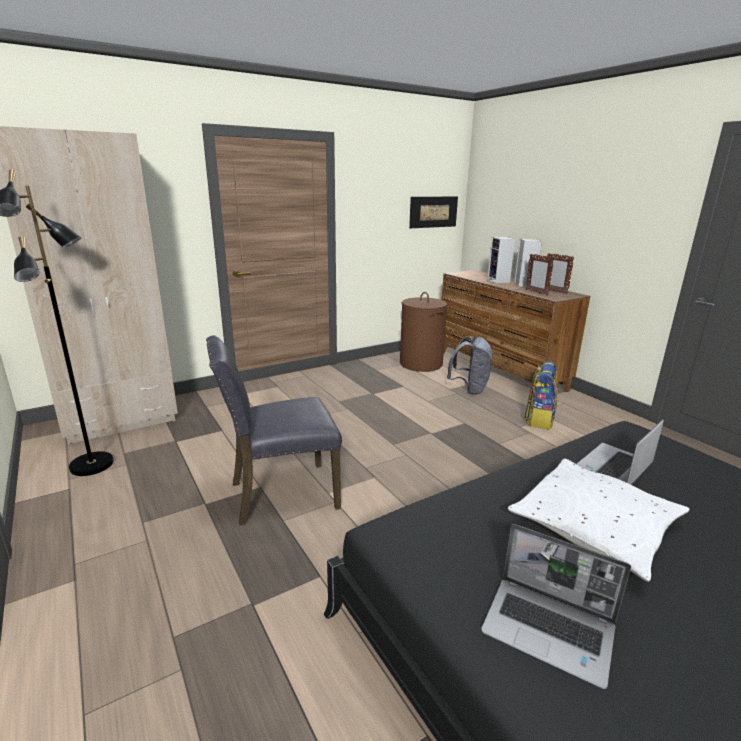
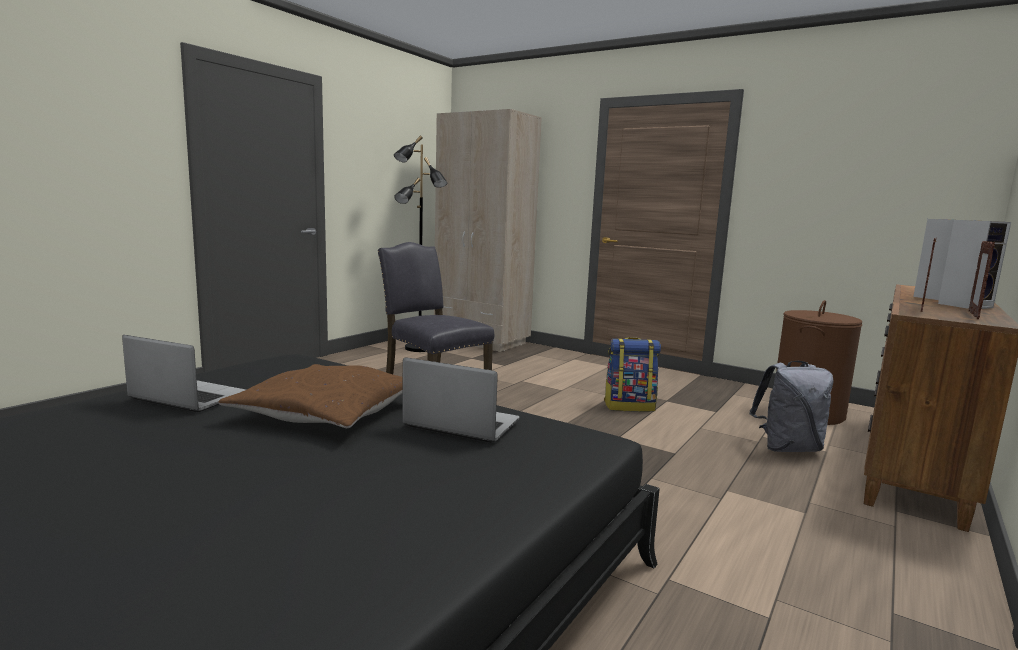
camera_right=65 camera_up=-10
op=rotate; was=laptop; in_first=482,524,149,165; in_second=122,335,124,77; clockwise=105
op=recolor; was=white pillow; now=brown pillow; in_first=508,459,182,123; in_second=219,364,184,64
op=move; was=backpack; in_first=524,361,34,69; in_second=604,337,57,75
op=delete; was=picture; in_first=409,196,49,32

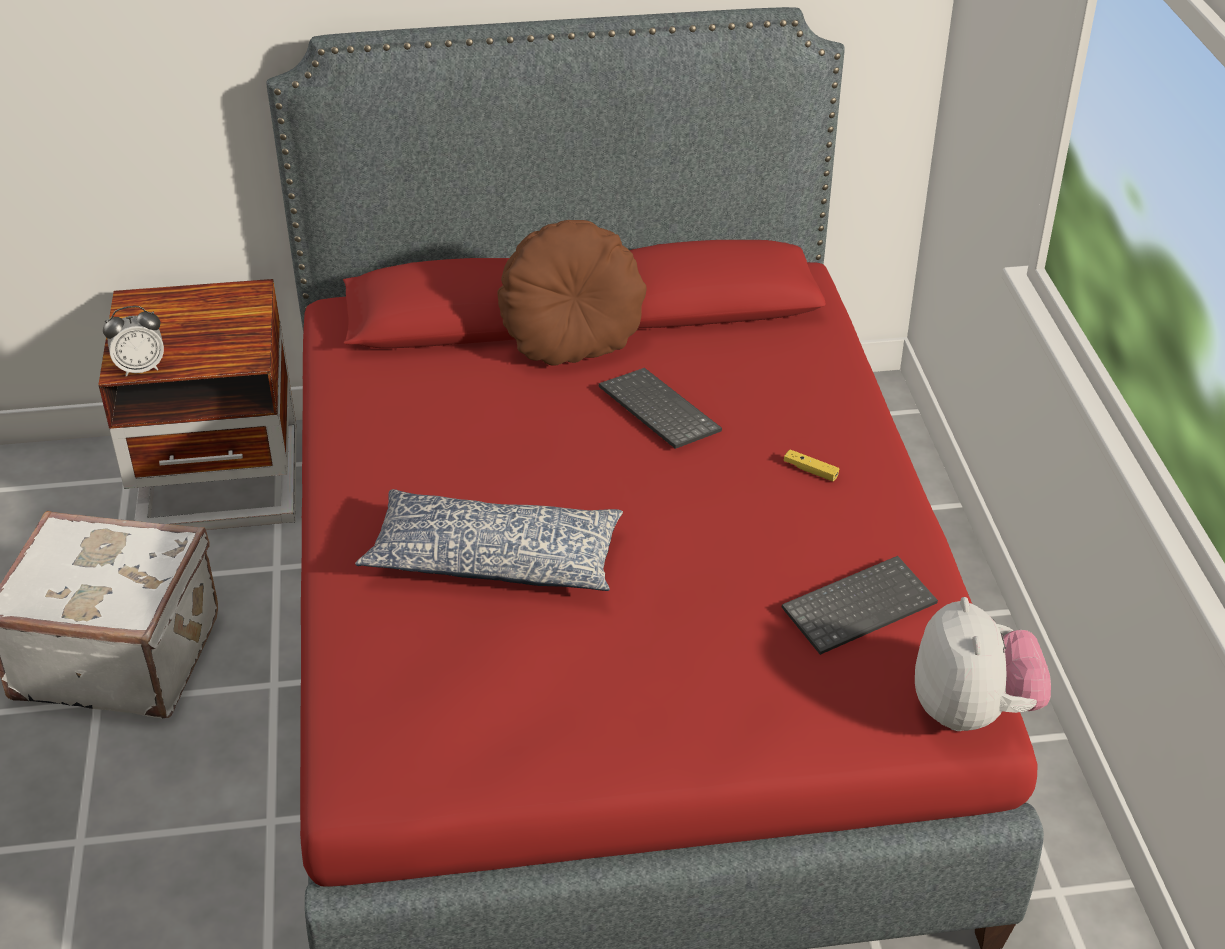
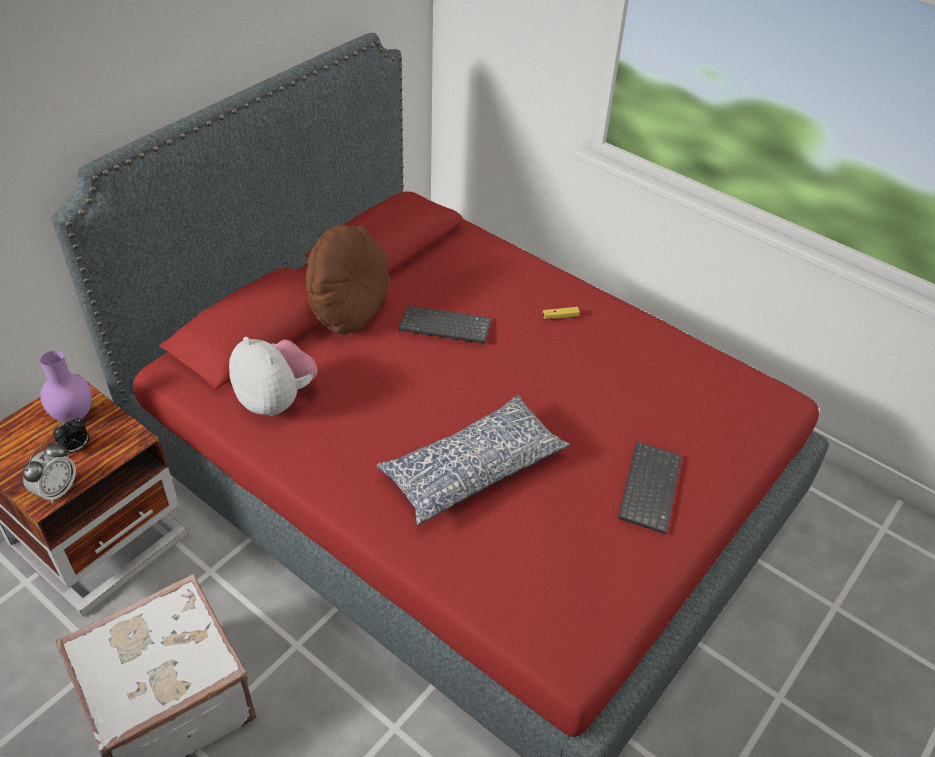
camera_right=-45 camera_up=5
op=insert; now=purple vase; in_second=40,350,52,73
op=insert; now=alarm clock; in_second=53,418,36,37
op=move; was=plush toy; in_first=915,597,136,134; in_second=229,337,89,79
op=move; was=keyboard; in_first=782,556,156,99; in_second=618,441,64,93

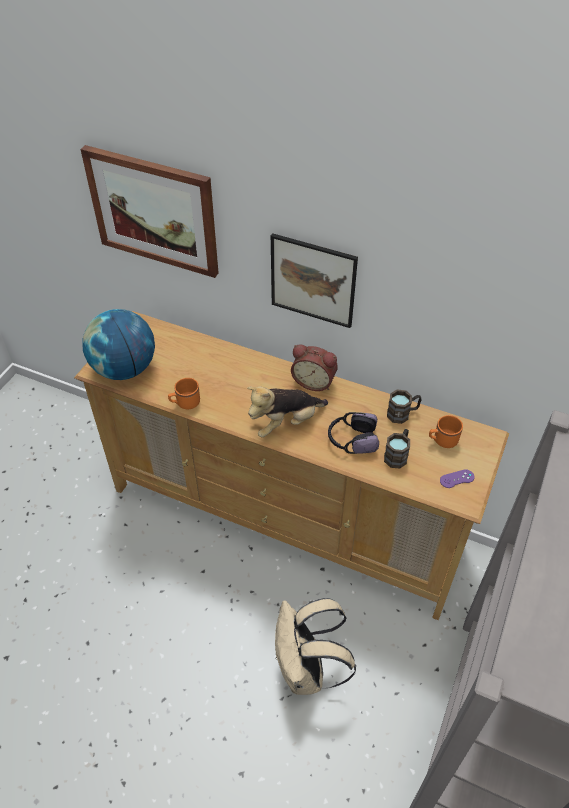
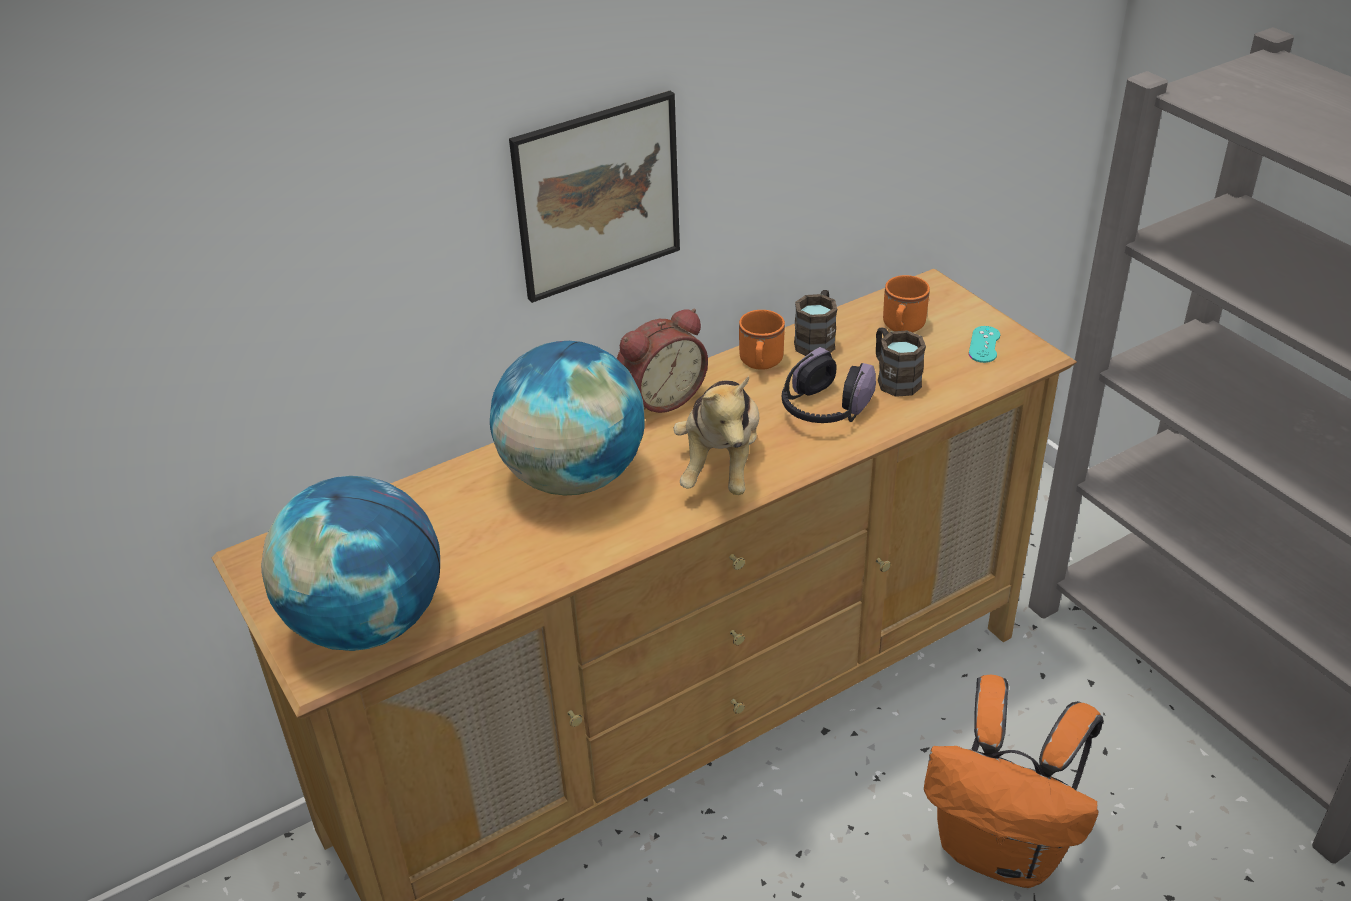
camera_right=-55 camera_up=-10
op=insert; now=globe; in_second=490,341,155,154
op=move; was=orange mug; in_first=168,378,32,31; in_second=739,310,46,60
op=recolor; was=beige backpack; now=orange backpack; in_first=275,598,81,97; in_second=924,675,180,213
op=recolor; was=purple game controller; now=turquoise game controller; in_first=440,469,34,19; in_second=969,326,31,37
op=delete; was=picture; in_first=81,145,138,133

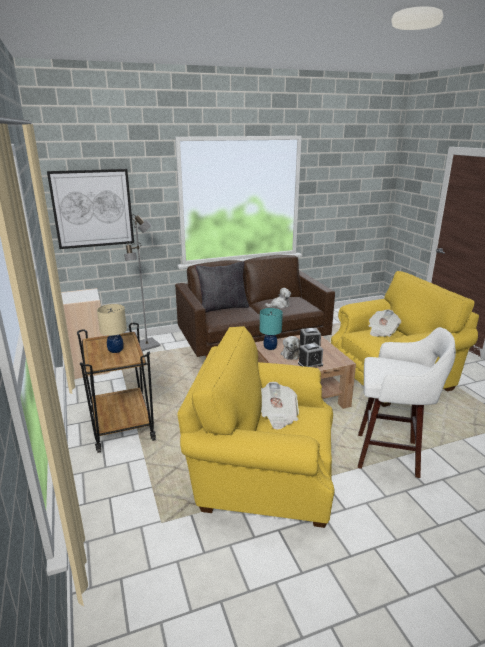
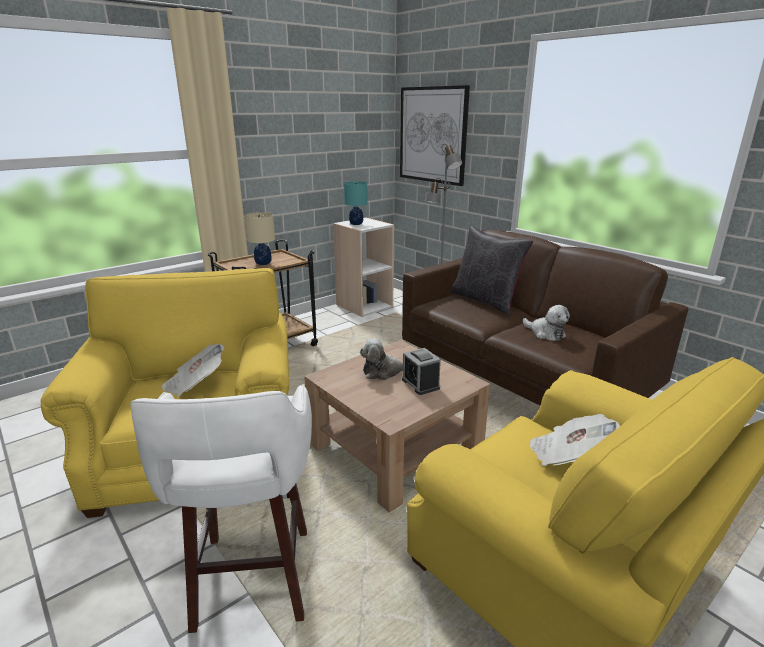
camera_right=70 camera_up=0
op=move; was=turquoise table lamp; in_first=260,308,23,42; in_second=344,181,23,44
op=delete; was=alarm clock; in_first=298,343,25,24

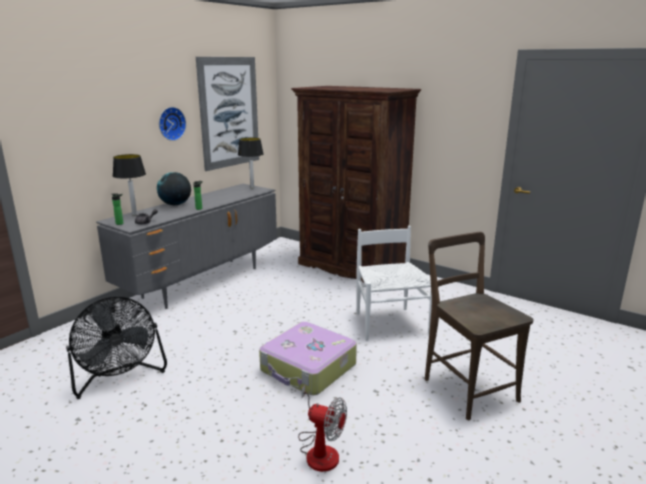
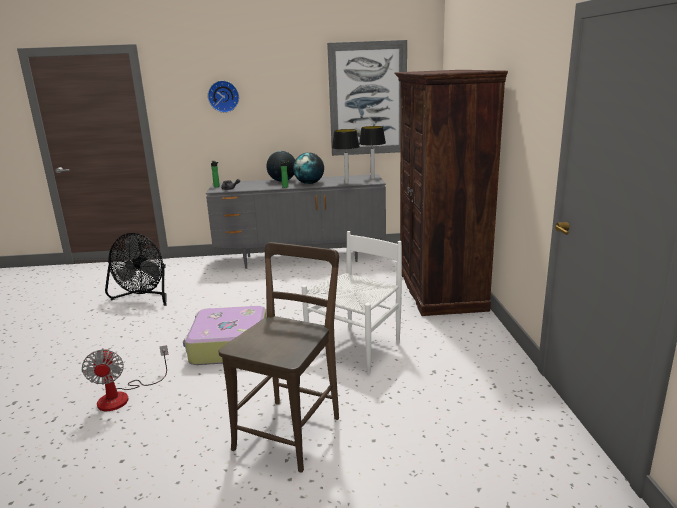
camera_right=50 camera_up=0
op=move; was=wall clock; in_first=159,107,27,34; in_second=208,80,31,33
op=insert; now=globe; in_second=293,152,31,32
op=move; was=table lamp; in_first=113,154,33,62; in_second=332,129,28,55

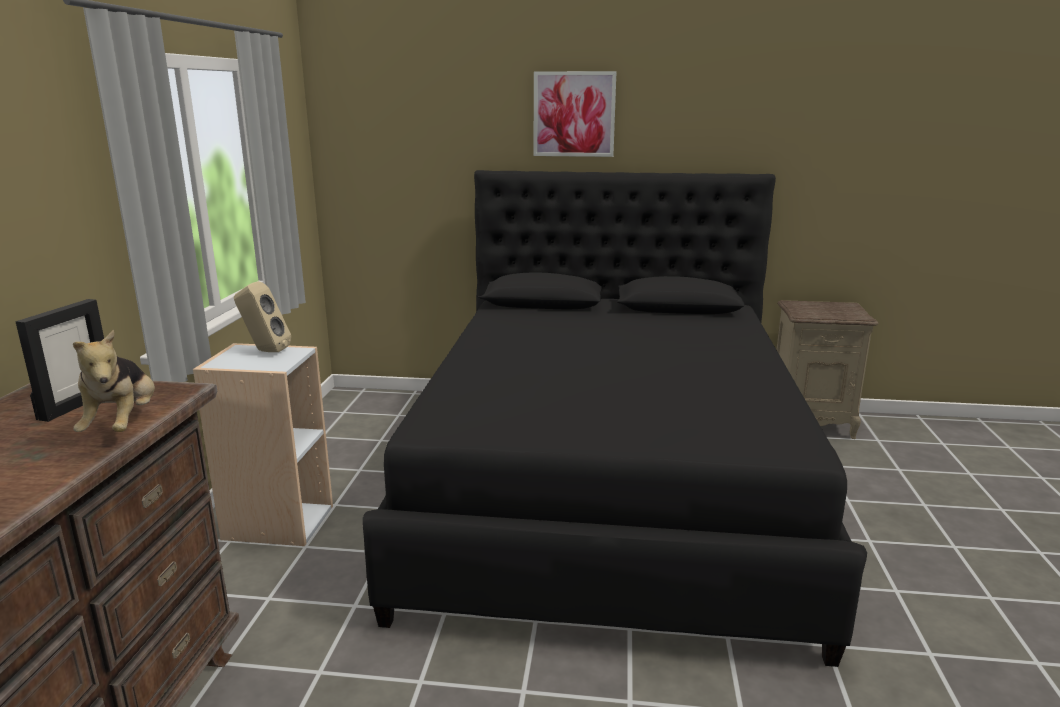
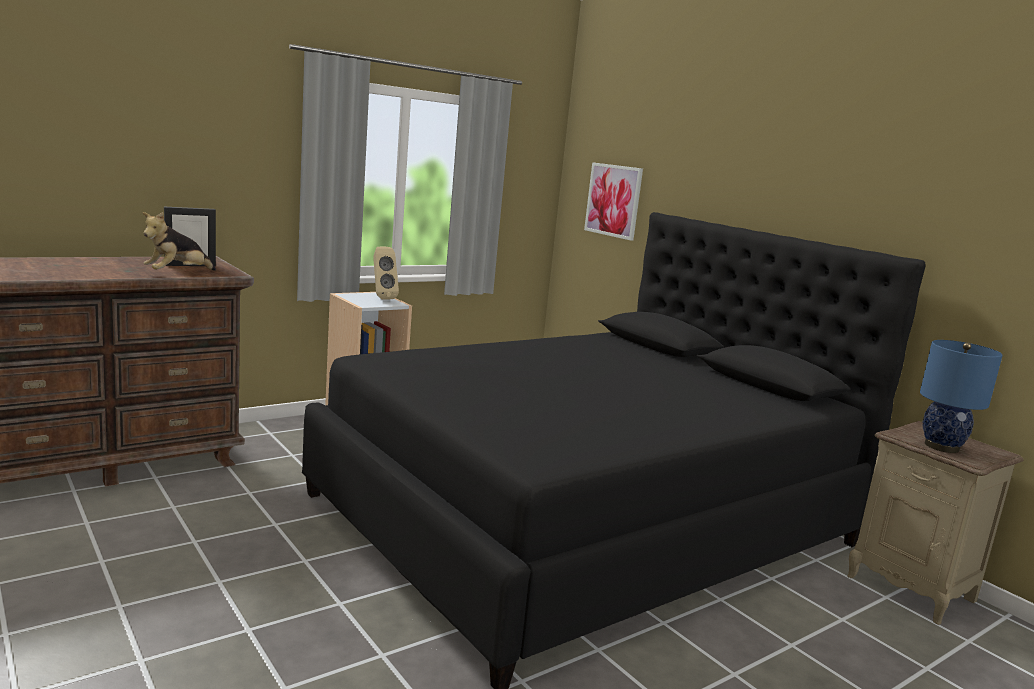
camera_right=45 camera_up=-5
op=move; was=picture; in_first=534,71,83,86; in_second=584,162,59,79
op=insert; now=blue table lamp; in_second=920,340,83,113

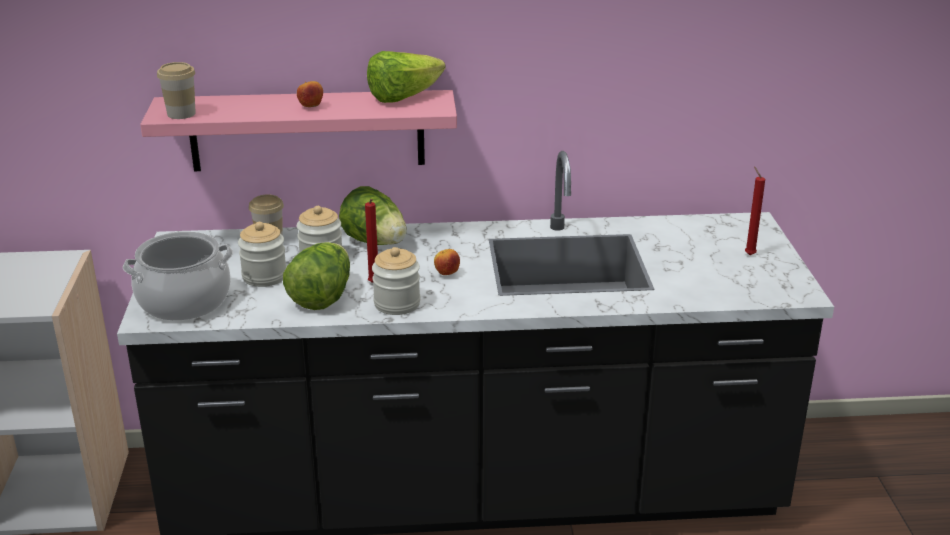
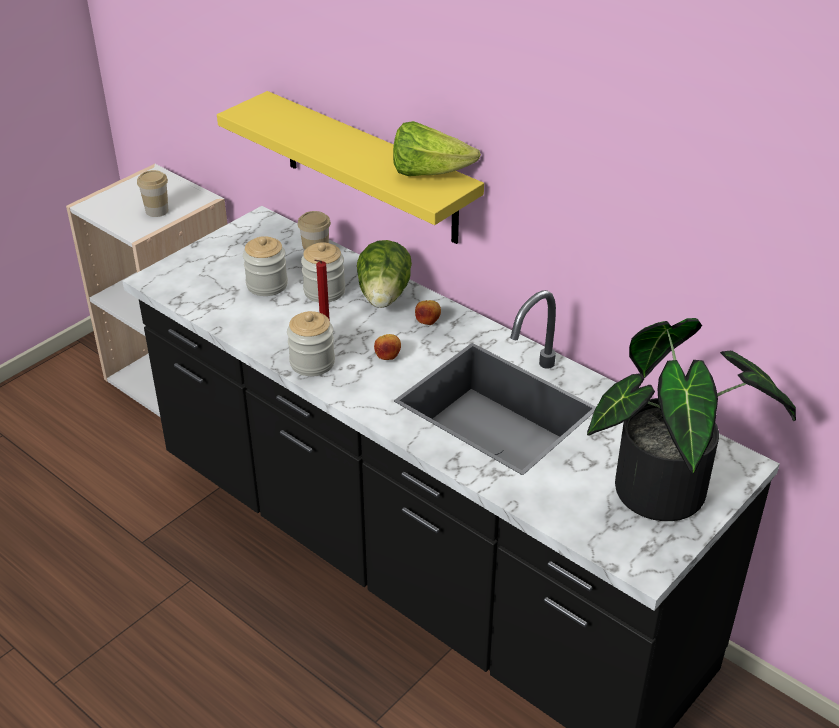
camera_right=45 camera_up=10
op=move; was=cup; in_first=157,62,39,57; in_second=137,170,31,47
op=recolor; was=pink shelf; now=yellow shelf; in_first=140,90,317,81; in_second=217,91,267,153
op=move; was=apple; in_first=297,81,26,26; in_second=415,300,26,25
op=replace; was=red candle; now=potted plant; in_first=745,166,20,89; in_second=587,318,209,203
op=delete; was=cooking pot; in_first=123,231,110,90
op=delete; was=lettuce; in_first=283,242,67,68

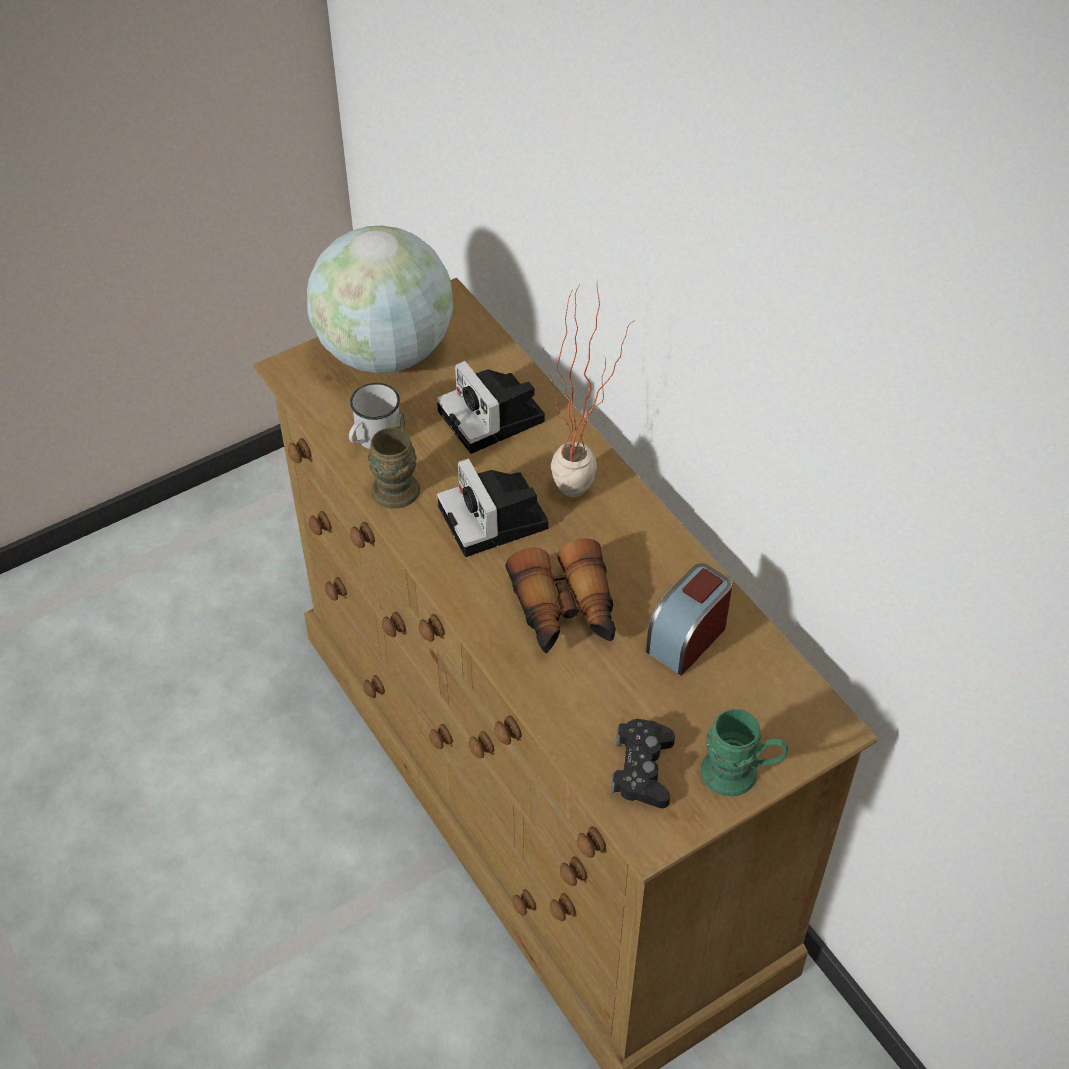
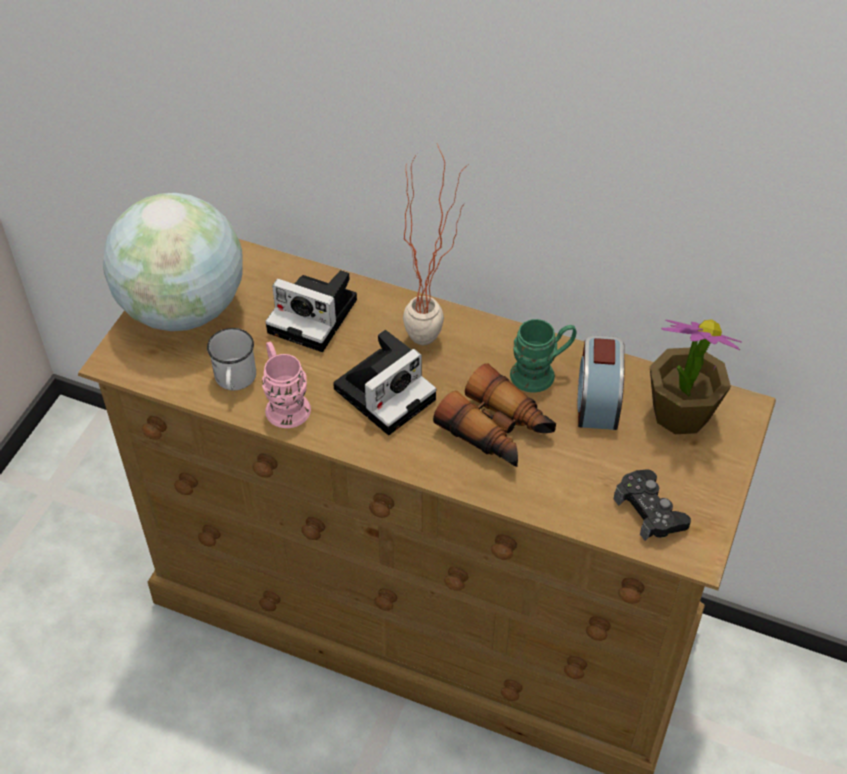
camera_right=-35 camera_up=0
op=recolor; was=brown mug; now=pink mug; in_first=368,413,52,96; in_second=262,342,49,86
op=rotate; was=photo camera; in_first=437,458,112,99; in_second=333,330,103,105; clockwise=-75
op=move; was=green mug; in_first=701,709,87,87; in_second=510,319,67,73
op=insert; now=potted plant; in_second=650,319,92,115

